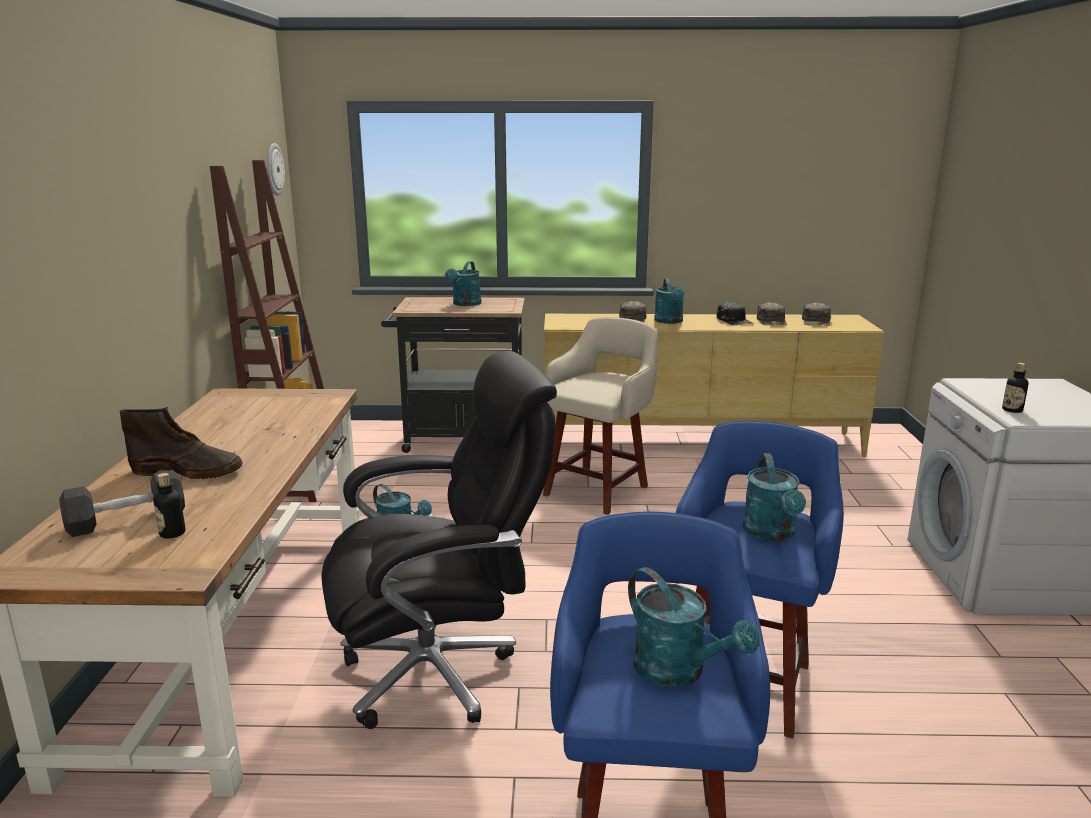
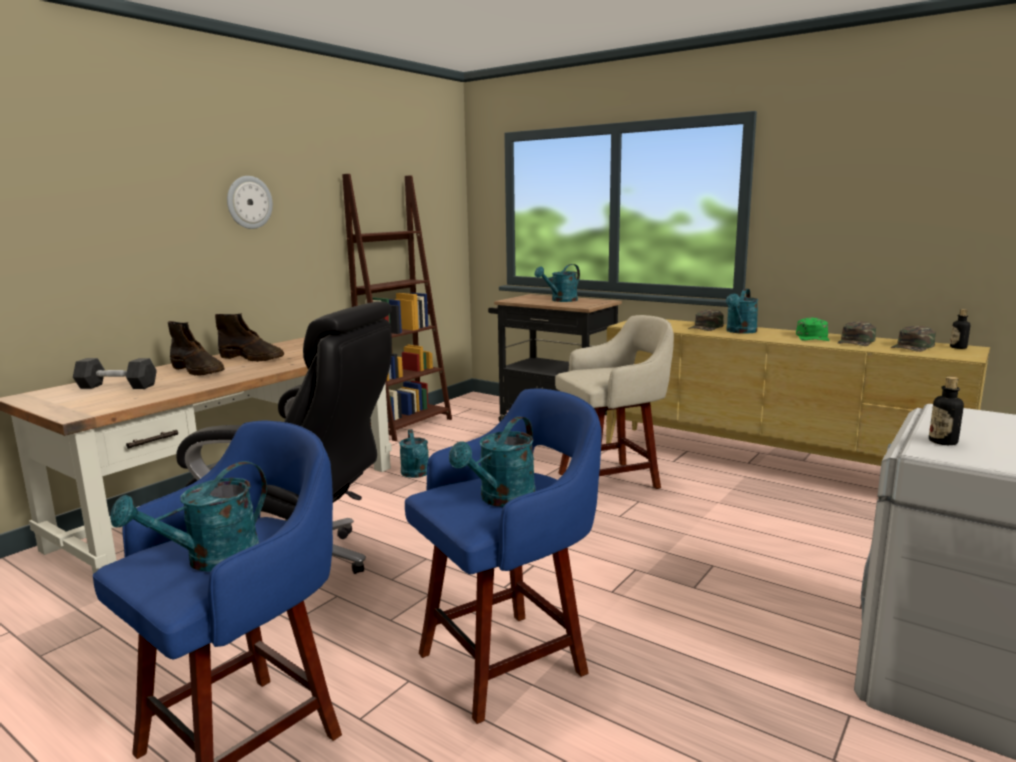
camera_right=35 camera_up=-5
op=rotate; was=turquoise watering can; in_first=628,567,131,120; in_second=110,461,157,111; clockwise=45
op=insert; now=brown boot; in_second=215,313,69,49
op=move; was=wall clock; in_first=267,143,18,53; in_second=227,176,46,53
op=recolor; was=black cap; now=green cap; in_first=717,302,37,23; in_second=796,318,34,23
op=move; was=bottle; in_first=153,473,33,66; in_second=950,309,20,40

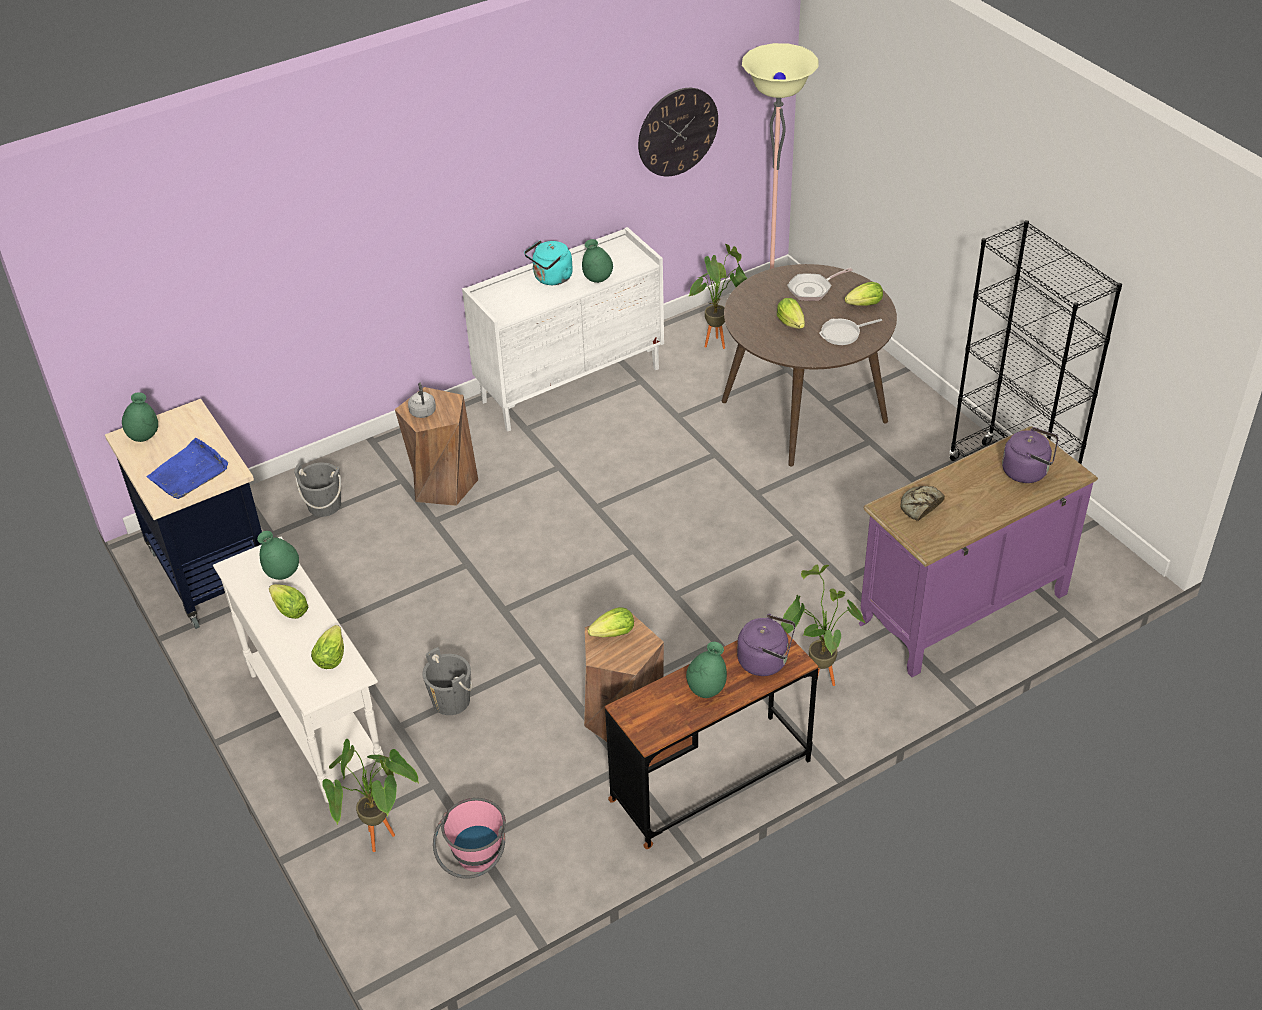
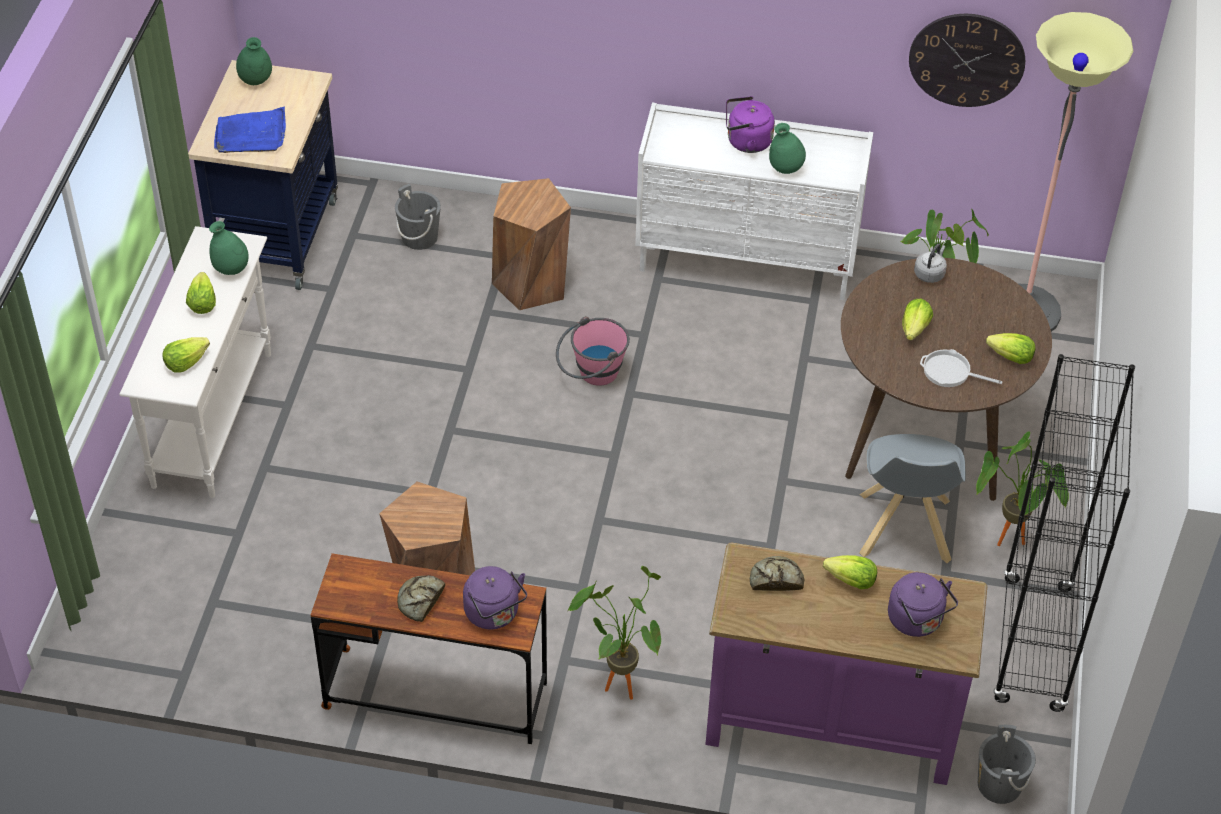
camera_right=40 camera_up=5
op=replace; was=green vase; now=bread; in_first=686,642,41,56; in_second=397,575,48,47
op=move; was=pink bucket; in_first=433,798,73,81; in_second=556,316,74,70
op=recolor; was=turquoise kettle; now=purple kettle; in_first=524,240,49,45; in_second=726,96,49,57
op=move; was=lettuce; in_first=588,607,46,30; in_second=823,555,54,34
op=insert; now=grey chair; in_second=859,434,107,129
op=move; was=grey kettle; in_first=408,383,28,35; in_second=914,243,33,40
op=move; was=potted plant; in_first=323,739,96,113; in_second=976,431,93,115
op=move; was=grey bucket; in_first=422,647,51,68; in_second=978,725,58,79
op=delete; was=frying pan; in_first=787,268,66,33

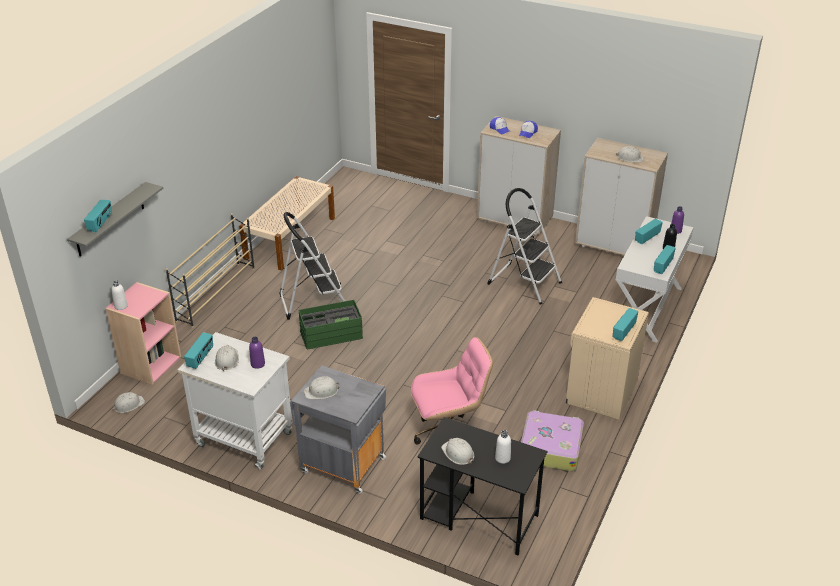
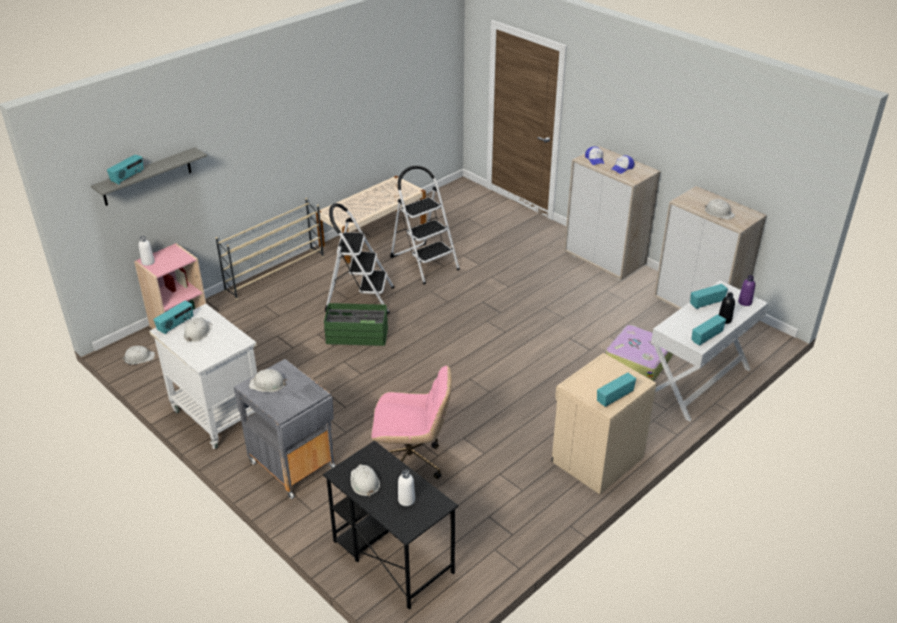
camera_right=20 camera_up=0
op=move; was=step ladder; in_first=487,188,75,116; in_second=390,166,70,118
op=move; was=suitcase; in_first=521,410,63,61; in_second=606,325,67,56
op=delete; was=purple bottle; in_first=249,337,16,32

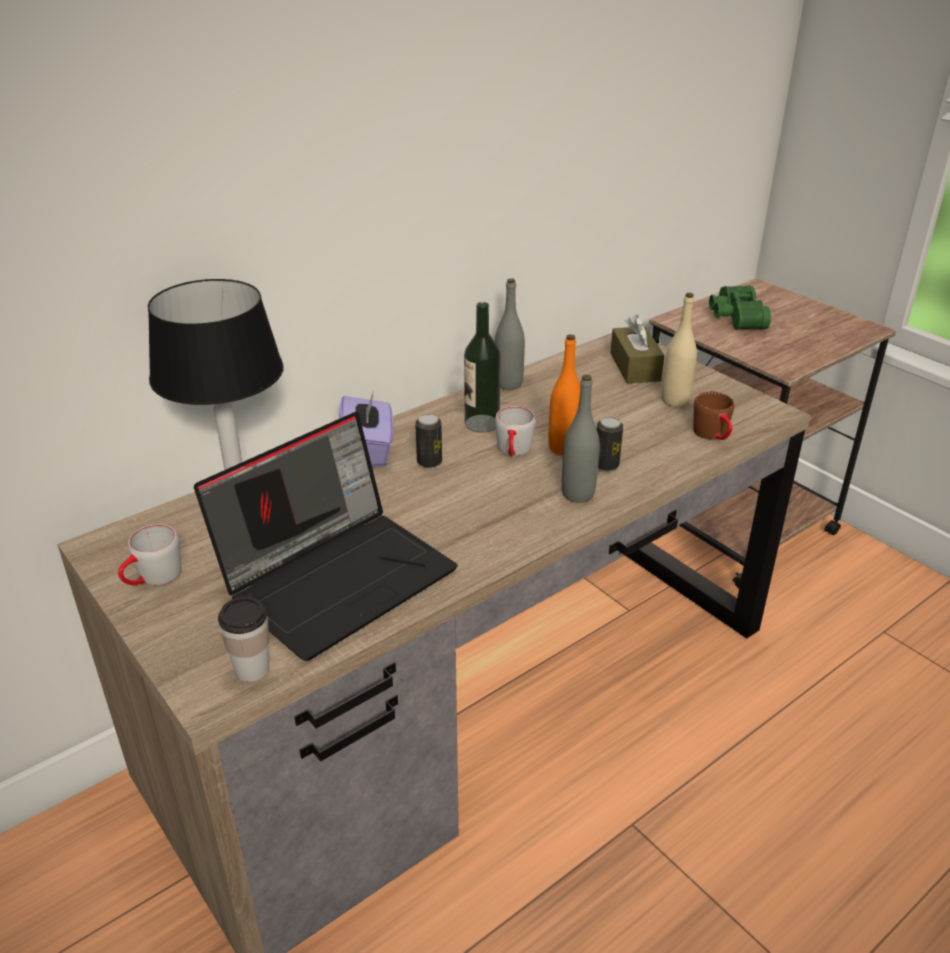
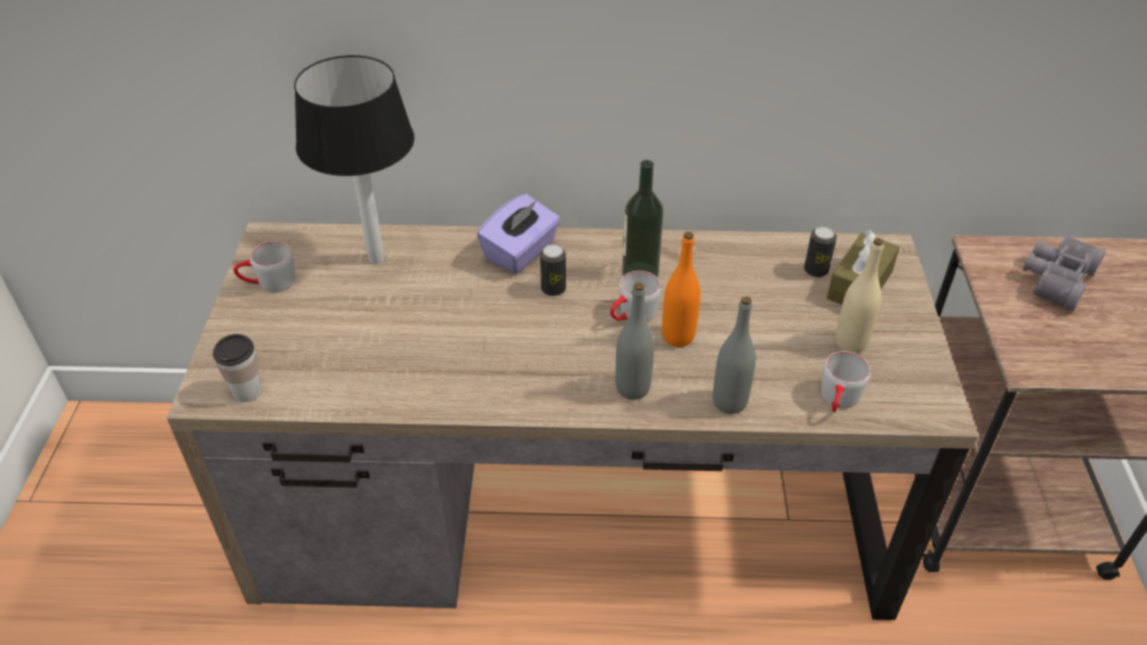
camera_right=40 camera_up=10
op=move; was=grey bottle; in_first=495,278,30,112; in_second=713,296,43,118
op=move; was=can; in_first=597,417,26,54; in_second=804,226,33,51
op=recolor; was=brown mug; now=grey mug; in_first=693,392,41,48; in_second=821,351,49,61
op=recolor; was=green binoculars; now=grey binoculars; in_first=709,285,62,45; in_second=1022,235,84,76
op=delete; was=laptop; in_first=194,412,264,249

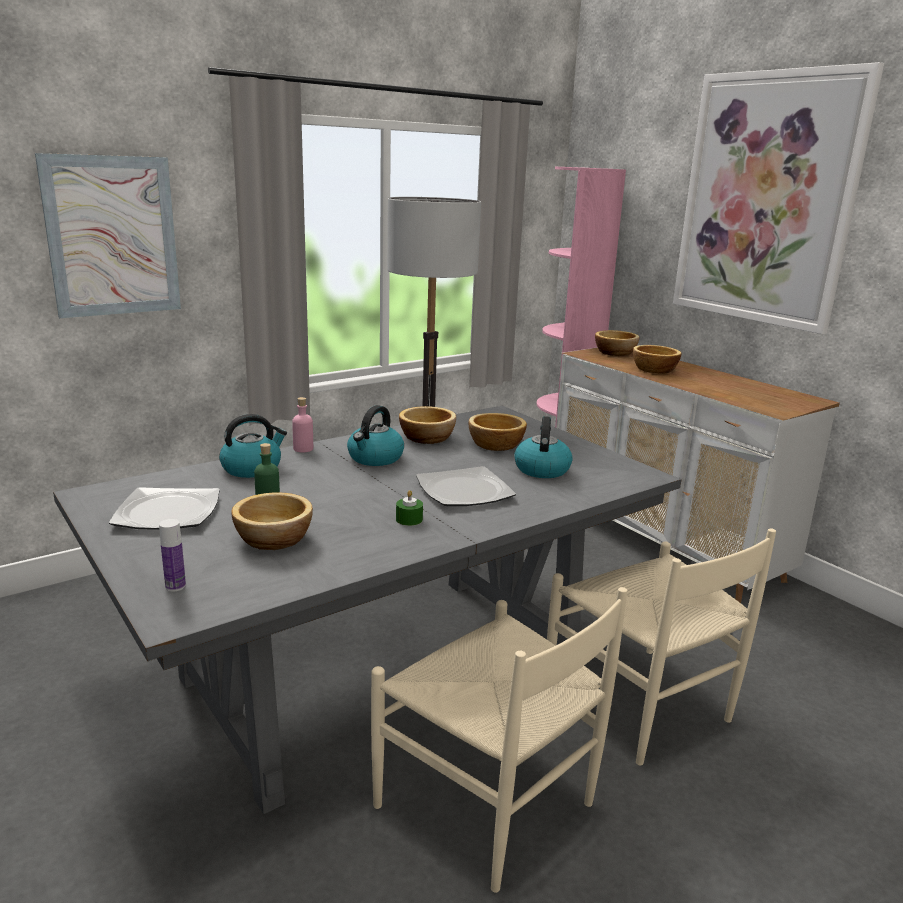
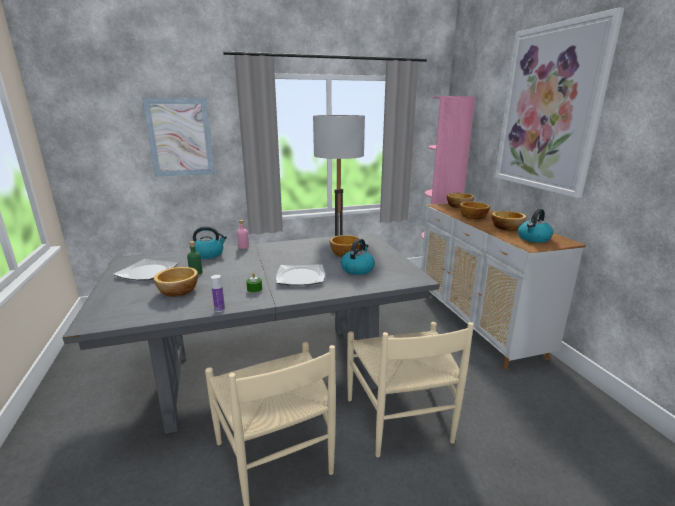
camera_right=20 camera_up=0
op=move; was=bottle; in_first=159,519,27,73; in_second=211,275,14,37
op=move; was=bowl; in_first=399,406,57,38; in_second=492,211,34,20
op=move; was=kettle; in_first=347,405,57,61; in_second=518,209,35,34

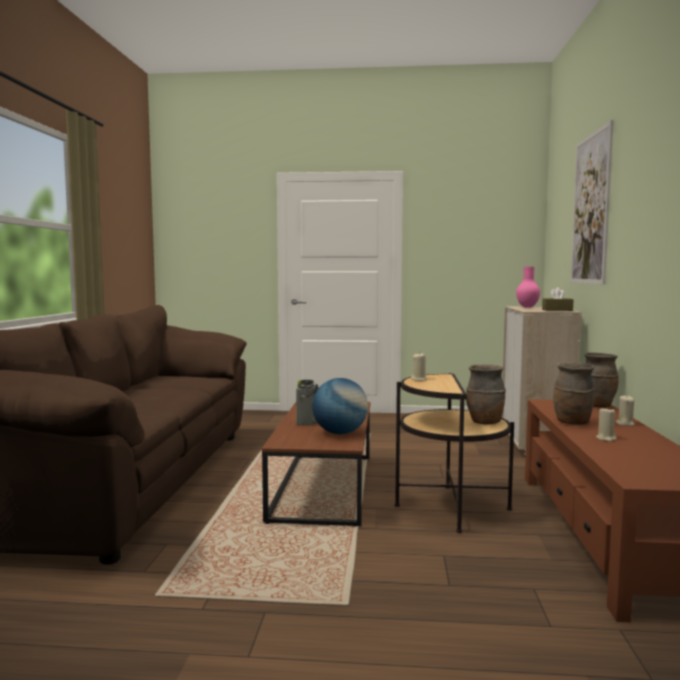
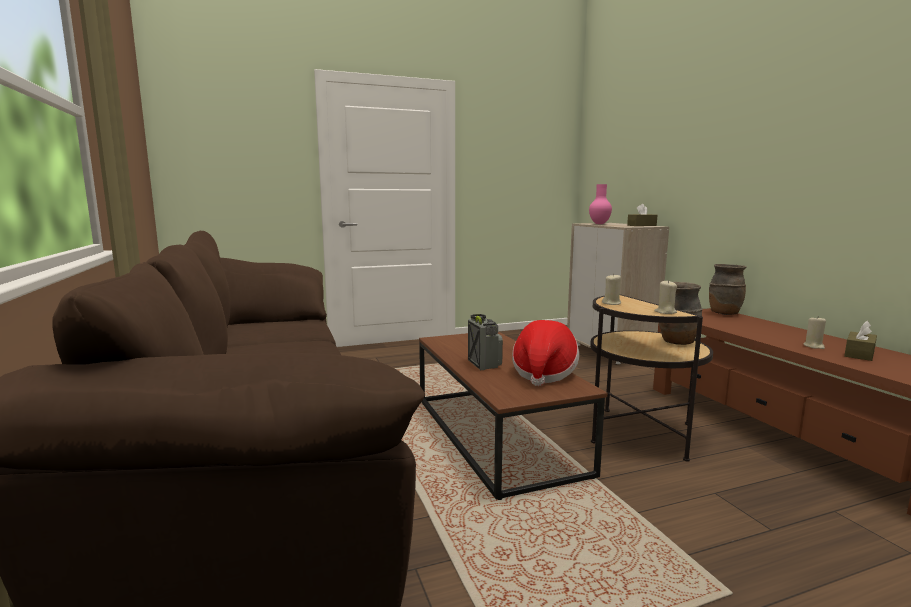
camera_right=-25 camera_up=5
op=replace; was=globe; now=hat; in_first=312,378,56,56; in_second=512,320,67,66
op=move; was=beige candle; in_first=616,396,19,30; in_second=654,280,23,34
op=insert; now=brown tissue box; in_second=844,321,33,40
op=delete; was=brown vase; in_first=553,362,42,63
op=delete; was=picture; in_first=570,120,44,164

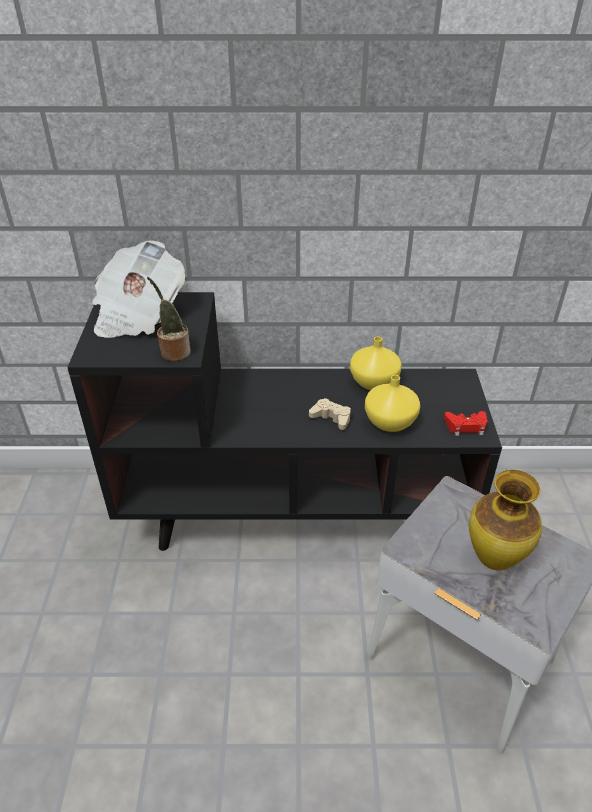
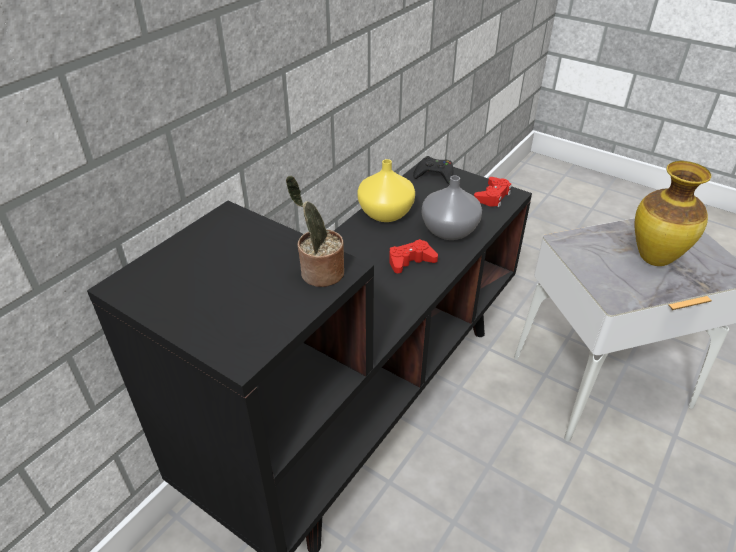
camera_right=-55 camera_up=0
op=recolor; was=beige game controller; now=red game controller; in_first=309,398,42,32; in_second=389,239,49,34
op=insert; now=black game controller; in_second=413,156,40,28
op=recolor; was=yellow vase; now=grey vase; in_first=365,375,55,57; in_second=422,175,60,65
op=delete; was=newspaper; in_first=92,240,93,98

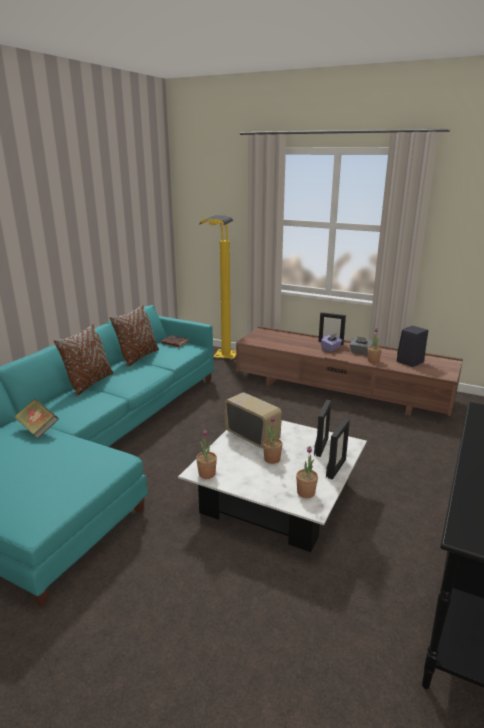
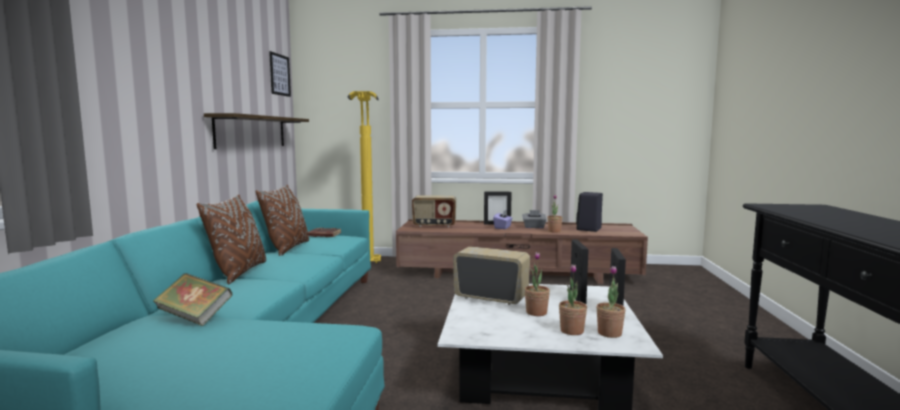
camera_right=-20 camera_up=-15
op=insert; now=shelf; in_second=204,113,105,36
op=insert; now=picture; in_second=269,51,22,46
op=insert; now=radio; in_second=412,195,44,32
op=move; was=potted plant; in_first=196,429,21,50; in_second=559,264,28,71

